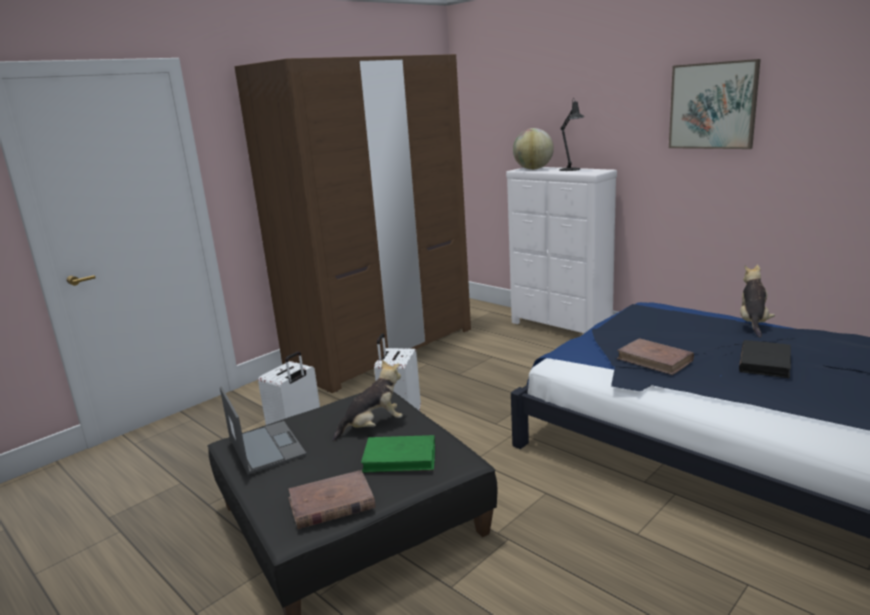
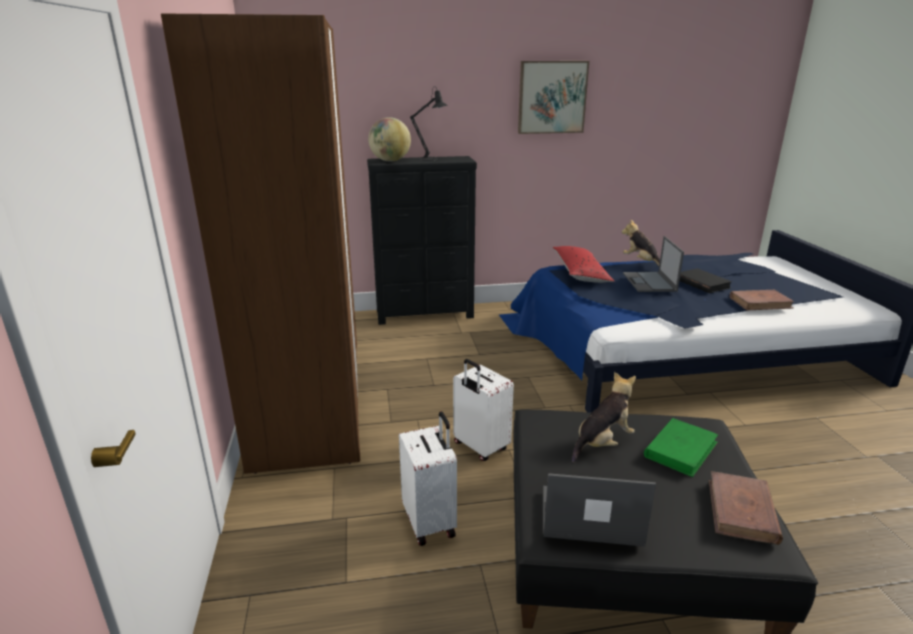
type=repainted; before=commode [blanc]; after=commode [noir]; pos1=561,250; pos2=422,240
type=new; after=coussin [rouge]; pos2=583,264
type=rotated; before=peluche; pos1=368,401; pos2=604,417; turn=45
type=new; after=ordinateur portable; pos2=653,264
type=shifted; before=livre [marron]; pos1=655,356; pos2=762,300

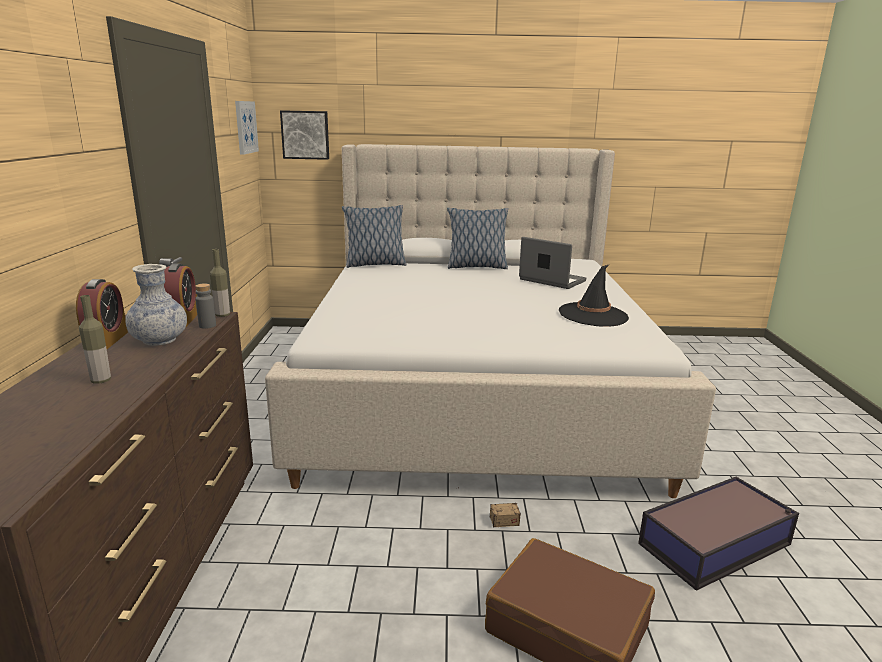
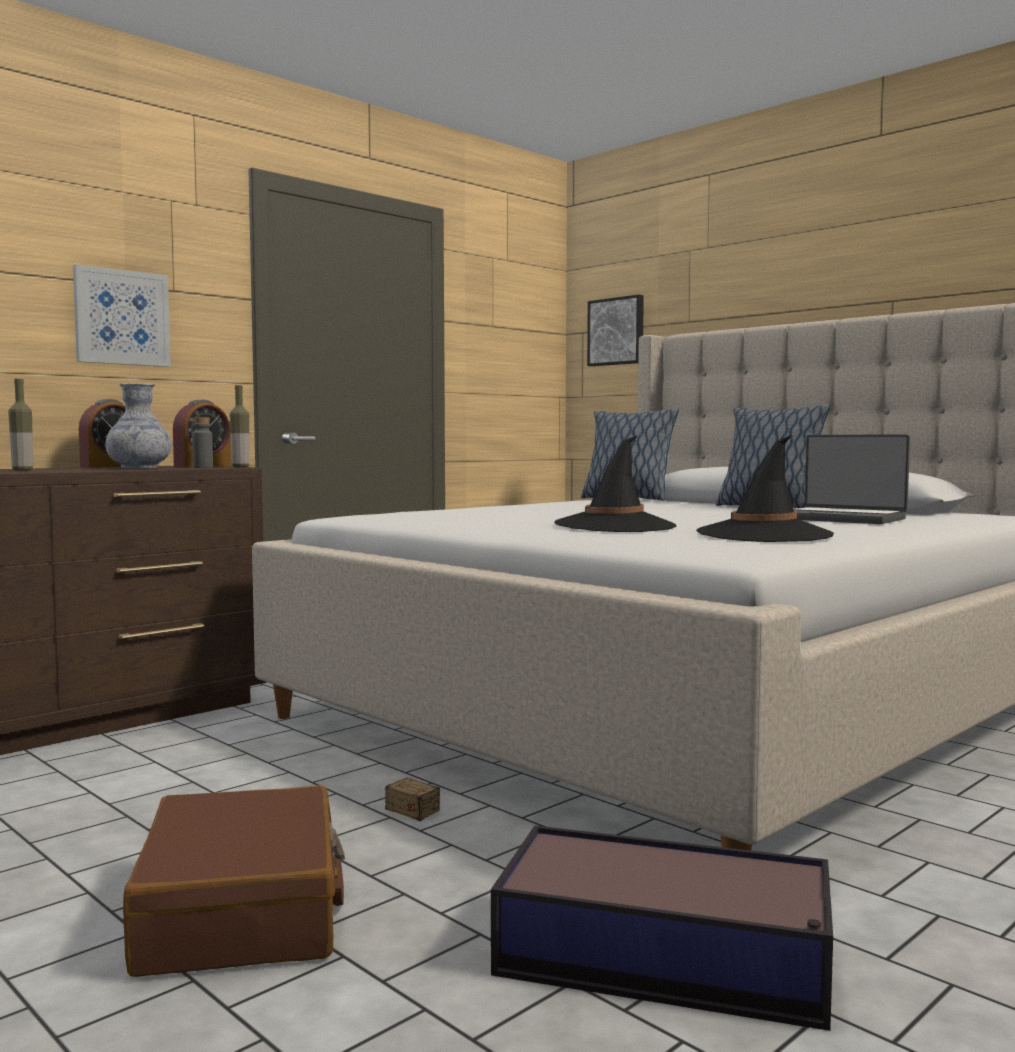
type=shifted; before=tableau; pos1=247,128; pos2=122,315
type=new; after=chapeau [noir]; pos2=615,483
type=rotated; before=ordinateur portable; pos1=552,263; pos2=851,479; turn=135

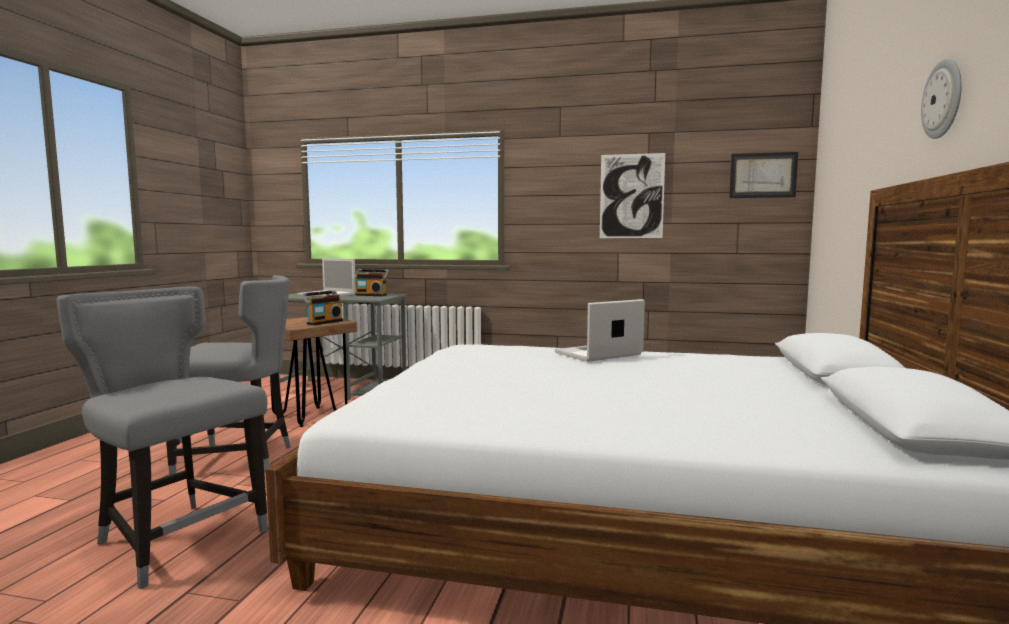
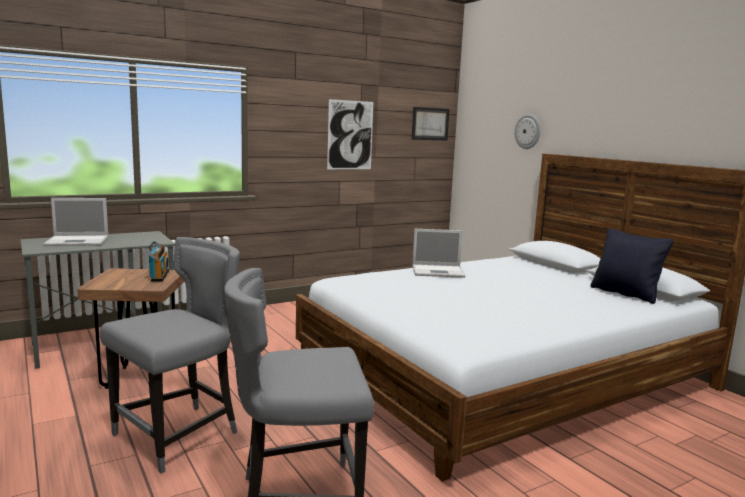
type=rotated; before=ordinateur portable; pos1=600,330; pos2=439,253; turn=-105
type=shifted; before=horloge murale; pos1=941,99; pos2=527,131
type=new; after=coussin [noir]; pos2=631,266
type=gone; before=radio; pos1=372,282

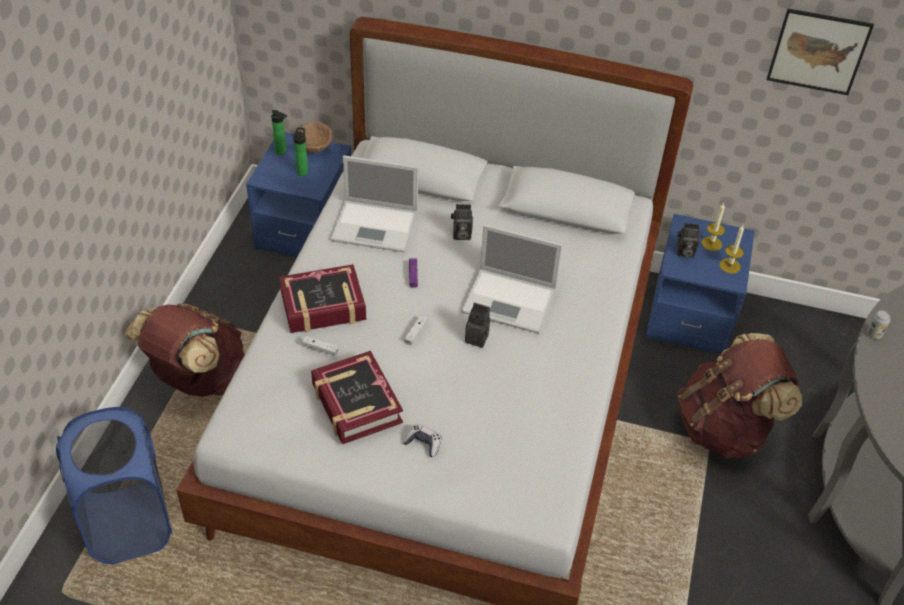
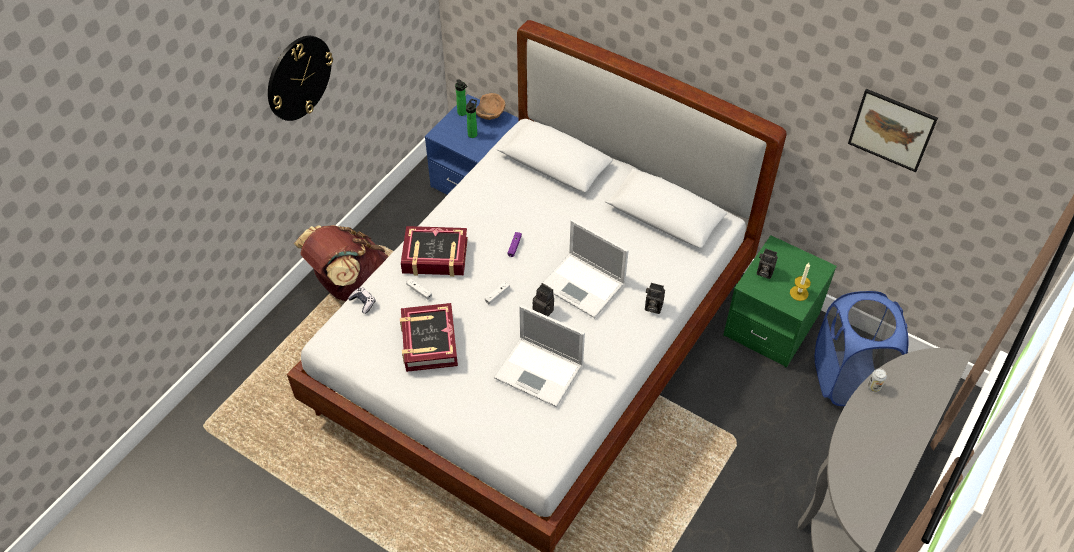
type=new; after=horloge murale; pos2=300,78
type=shifted; before=manette; pos1=422,440; pos2=361,300
type=shifted; before=ordinateur portable; pos1=374,204; pos2=539,356
type=shifted; before=appareil photo; pos1=462,222; pos2=655,298
type=repainted; before=table de chevet [bleu]; after=table de chevet [vert]; pos1=700,284; pos2=780,301
type=shifted; before=panier à linge [bleu]; pos1=114,485; pos2=862,348
type=gone; before=sac à dos [marron]; pos1=740,395
type=gone; before=bougie; pos1=713,227

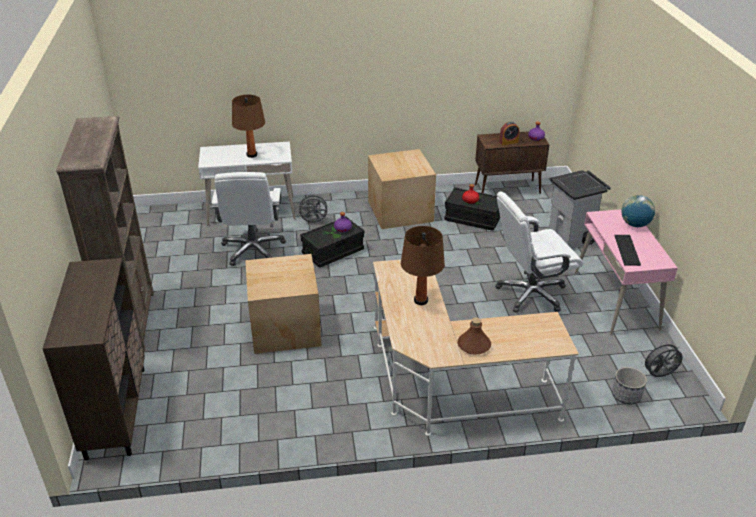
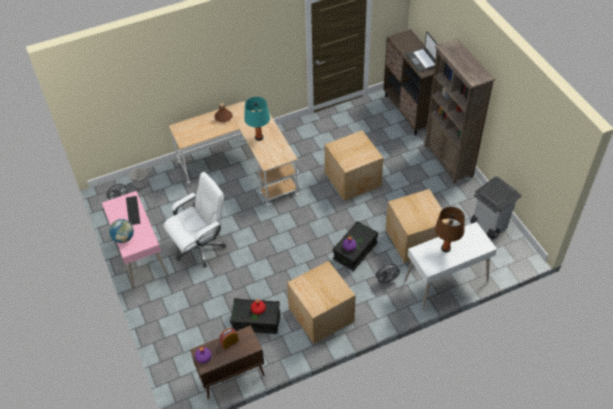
type=repainted; before=lampe de table [marron]; after=lampe de table [turquoise]; pos1=423,265; pos2=257,119
type=swapped; before=chaise de bureau [blanc]; after=carton; pos1=249,219; pos2=418,226
type=new; after=ordinateur portable; pos2=422,51
type=shifted; before=poubelle [gris]; pos1=580,209; pos2=495,207

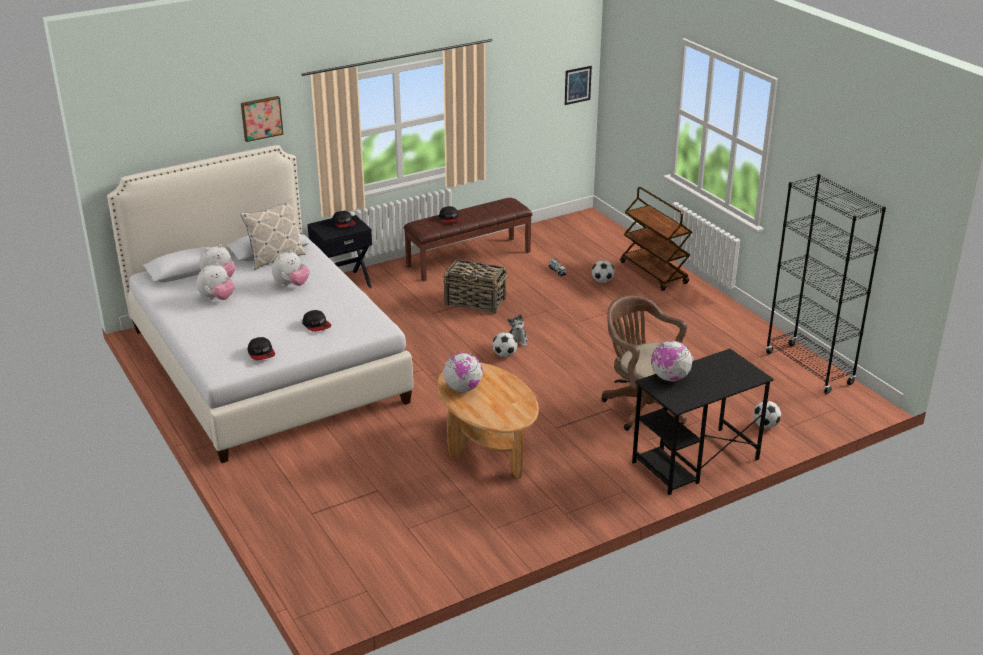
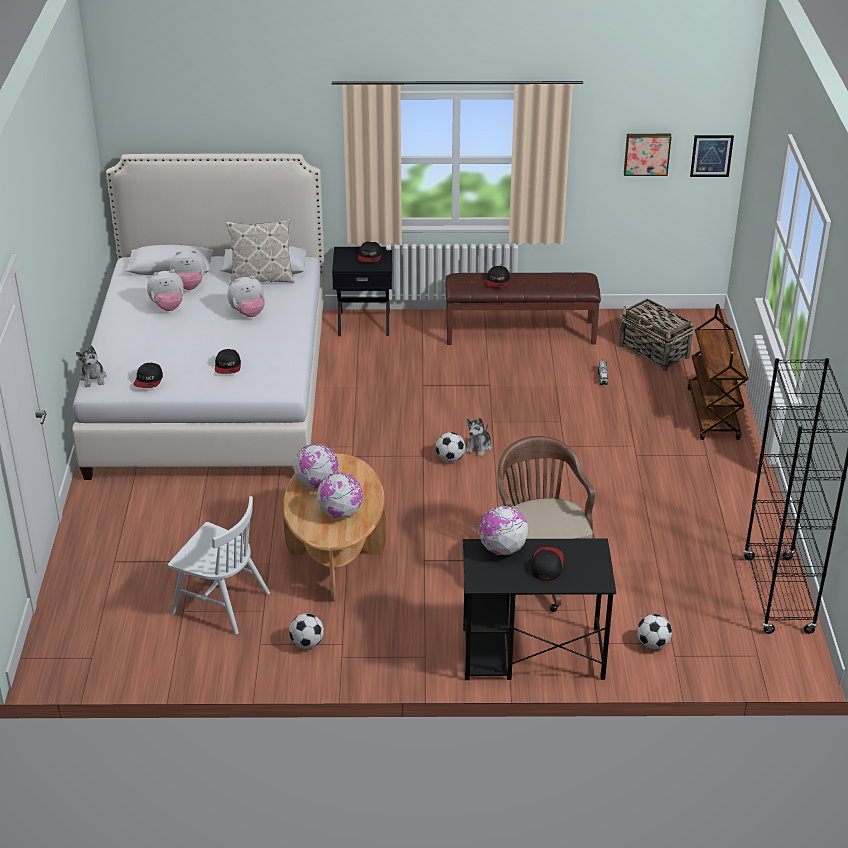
type=new; after=peluche; pos2=91,366
type=new; after=chaise [blanc]; pos2=219,565
type=shifted; before=ballon de foot; pos1=603,271; pos2=306,631
type=new; after=globe; pos2=340,495
type=new; after=casquette; pos2=547,564
type=shifted; before=panier; pos1=475,286; pos2=657,334
type=shifted; before=tableau; pos1=262,119; pos2=648,155

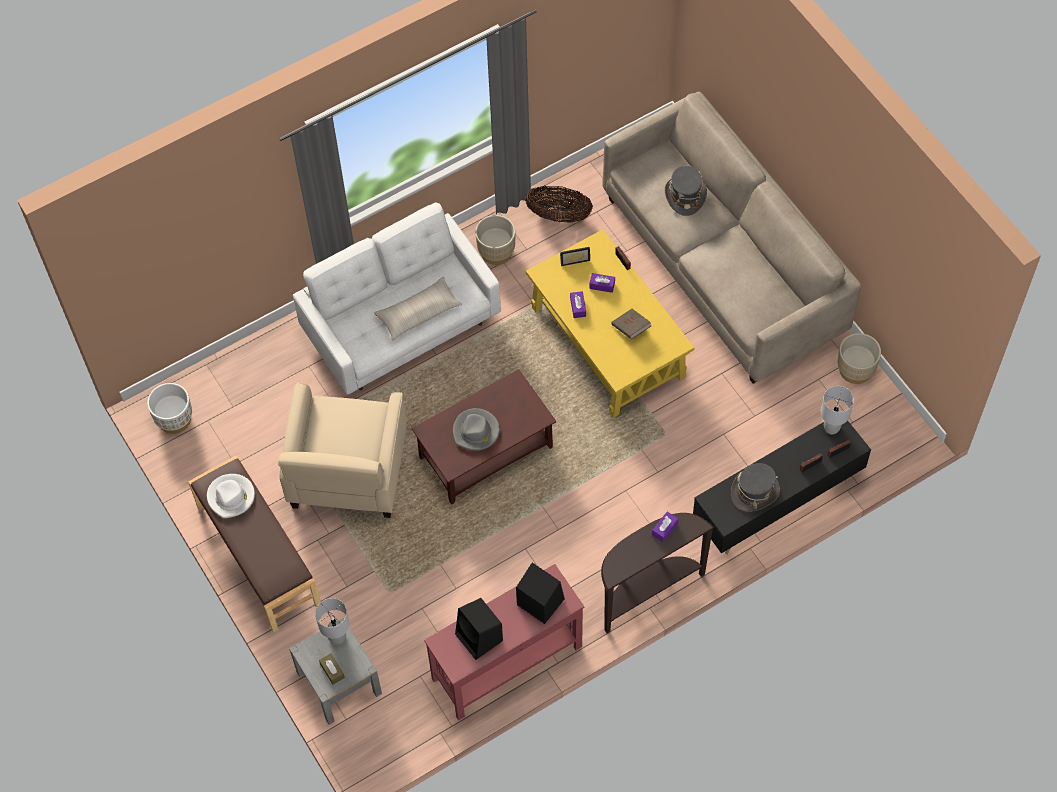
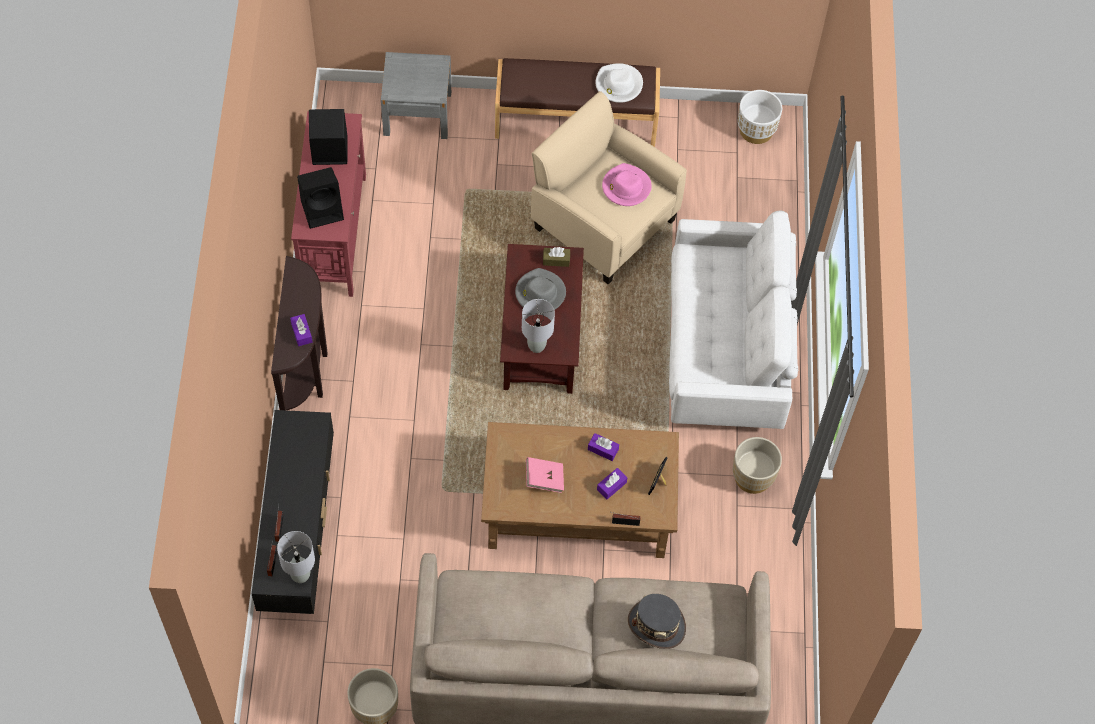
type=repainted; before=table basse [jaune]; after=table basse [marron]; pos1=610,323; pos2=580,490
type=shifted; before=lampe de table [gris]; pos1=332,621; pos2=538,326
type=repainted; before=livre [marron]; after=livre [rose]; pos1=631,324; pos2=545,475
type=shifted; before=boîte à mouchoirs [marron]; pos1=332,668; pos2=556,257
type=new; after=chapeau [rose]; pos2=627,184
type=gone; before=coussin [beige]; pos1=418,309
type=gone; before=panier; pos1=559,204
type=gone; before=chapeau [gris]; pos1=755,487

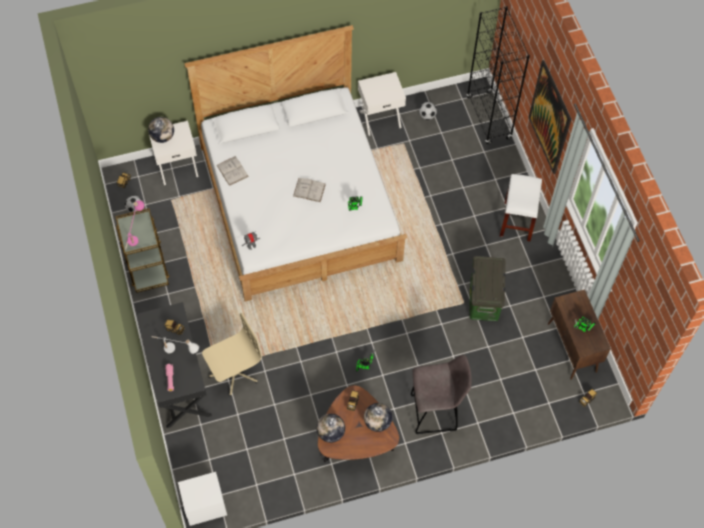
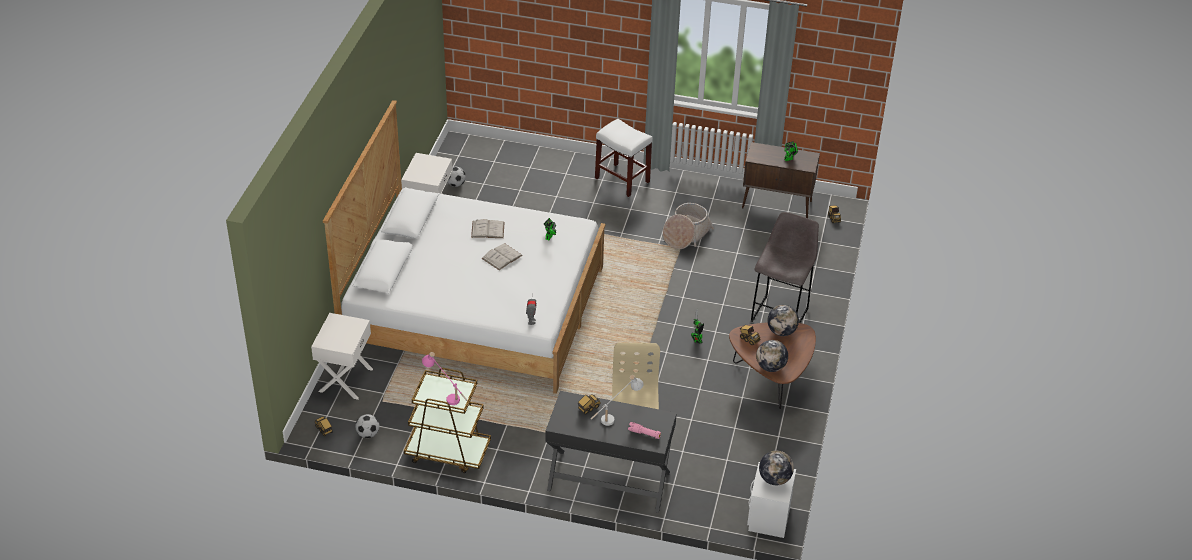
type=shifted; before=livre [blanc]; pos1=232,171; pos2=487,228
type=swapped; before=boîte de rangement; after=panier; pos1=487,288; pos2=688,226
type=shifted; before=globe; pos1=161,130; pos2=776,468
type=gone; before=bibliothèque [noir]; pos1=498,75
type=gone; before=tableau; pos1=549,117

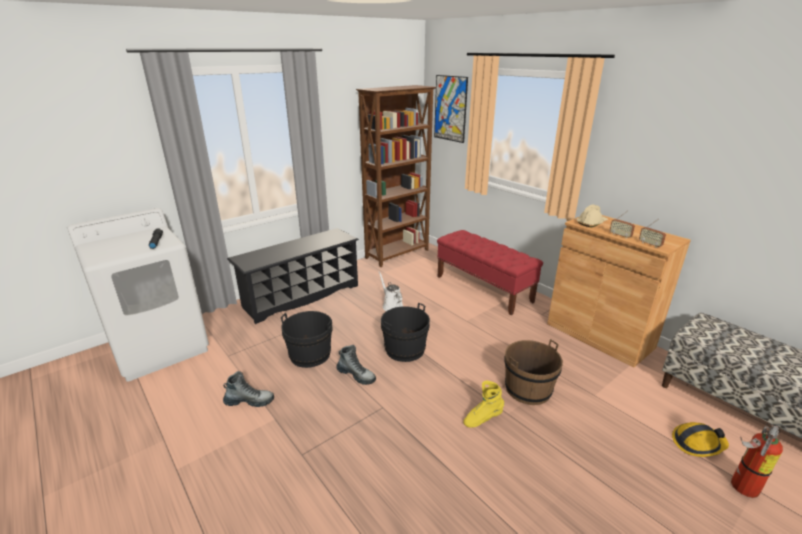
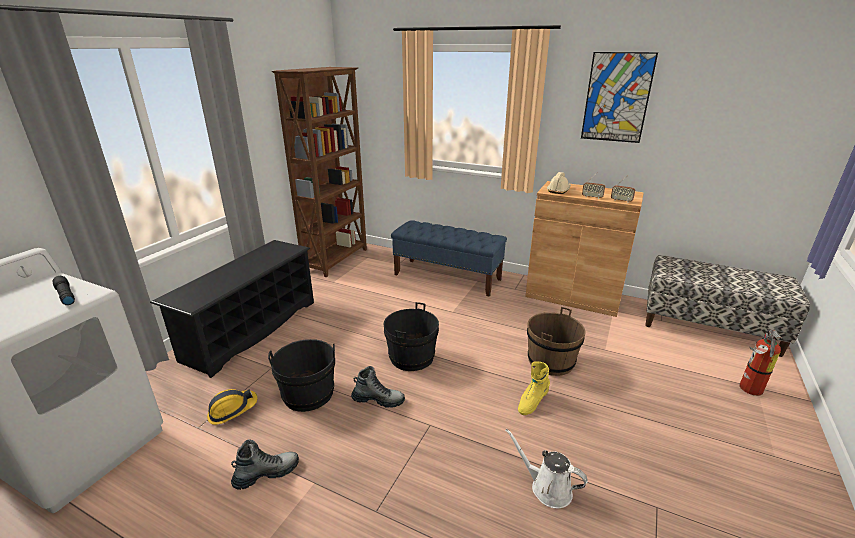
type=shifted; before=casque de chantier; pos1=700,439; pos2=232,407
type=repainted; before=banc [rouge]; after=banc [bleu]; pos1=490,272; pos2=449,258
type=shifted; before=arrosoir [blanc]; pos1=391,291; pos2=546,468
type=shifted; before=tableau; pos1=451,109; pos2=619,97

